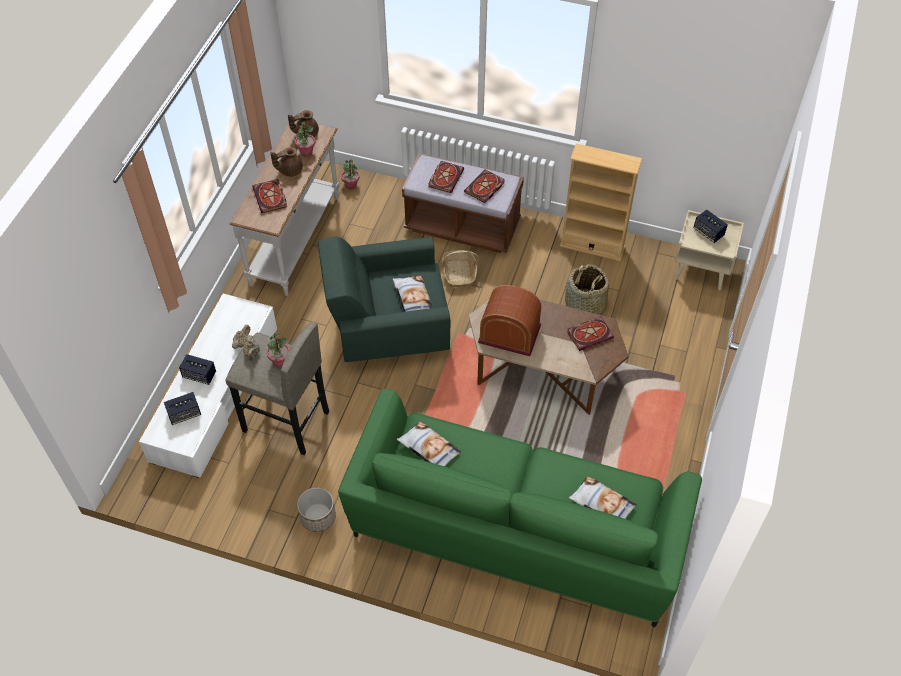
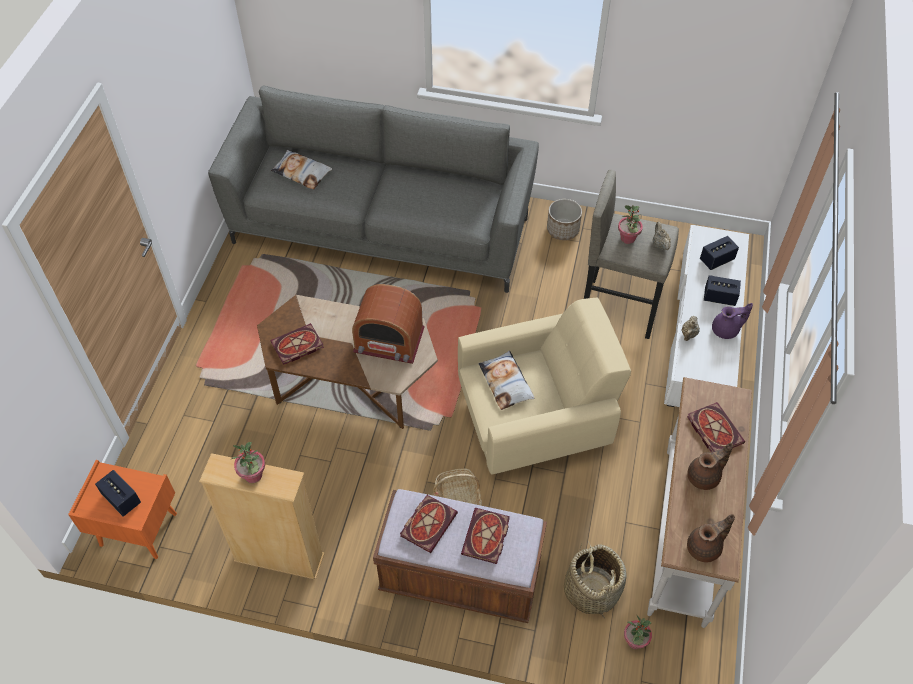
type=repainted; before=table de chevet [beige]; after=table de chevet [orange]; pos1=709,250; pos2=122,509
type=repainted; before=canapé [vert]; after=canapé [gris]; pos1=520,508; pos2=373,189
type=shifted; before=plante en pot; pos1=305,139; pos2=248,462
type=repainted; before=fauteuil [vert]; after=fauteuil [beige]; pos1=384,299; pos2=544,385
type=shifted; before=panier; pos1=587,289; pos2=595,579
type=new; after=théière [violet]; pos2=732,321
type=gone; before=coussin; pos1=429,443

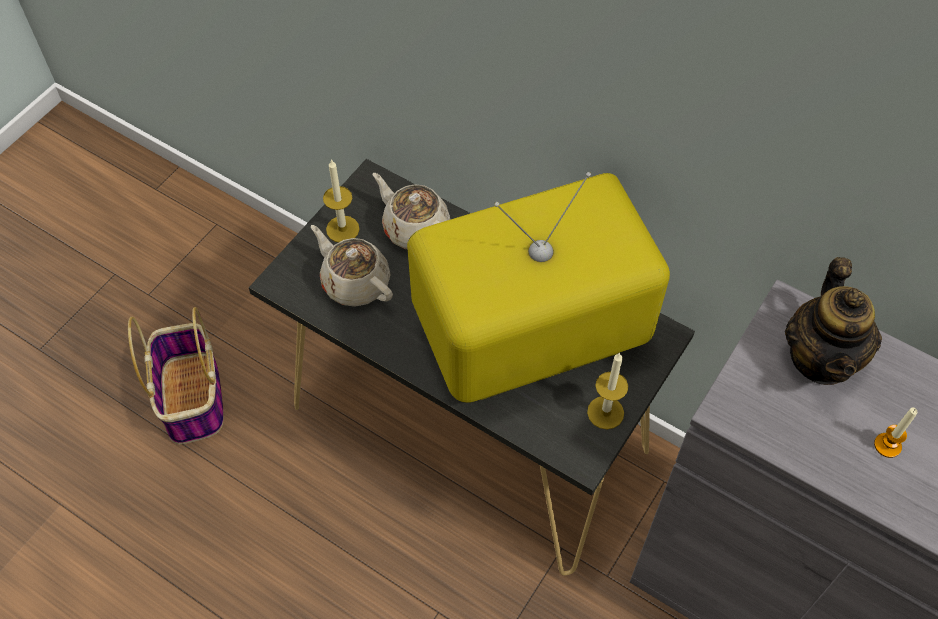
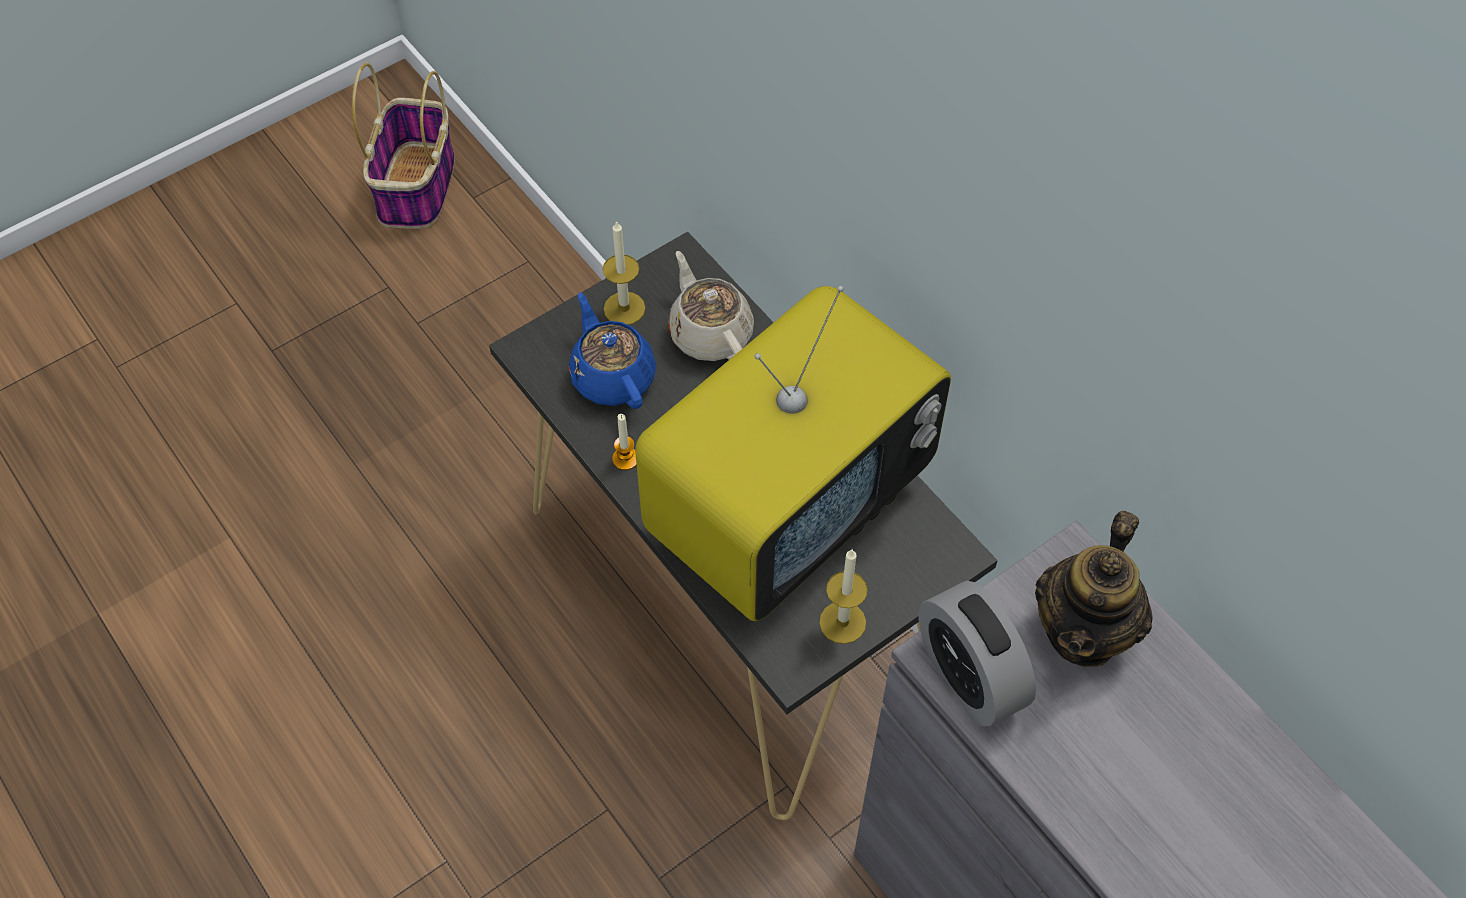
type=shifted; before=panier; pos1=176,375; pos2=403,146
type=repainted; before=théière [beige]; after=théière [bleu]; pos1=352,266; pos2=612,350
type=shifted; before=bougie; pos1=895,432; pos2=624,442
type=rotated; before=téléviseur; pos1=538,287; pos2=793,453; turn=135
type=new; after=réveil; pos2=977,654

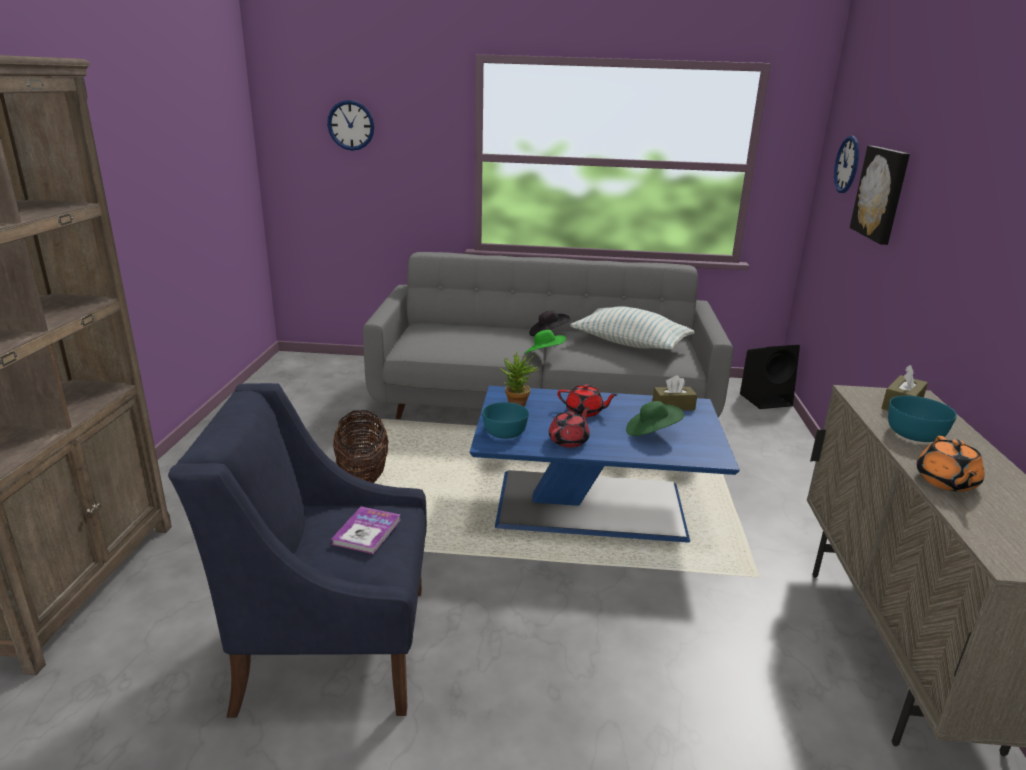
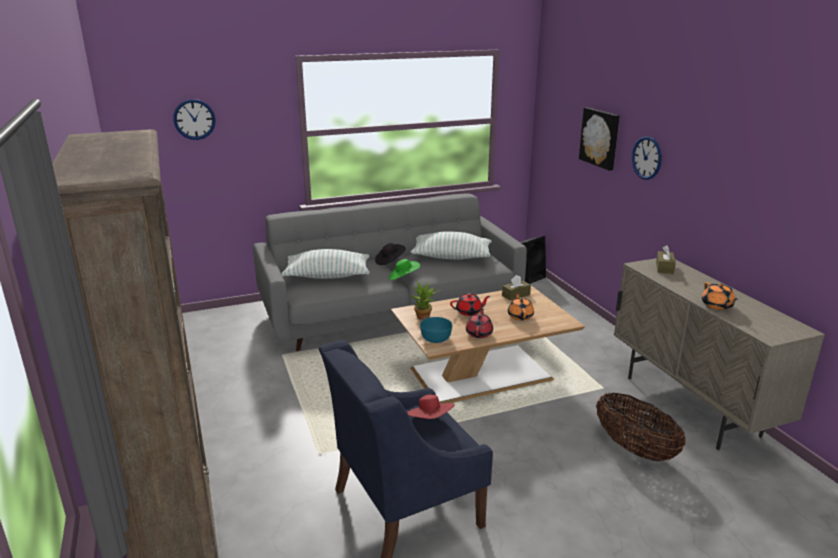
type=new; after=coussin; pos2=325,264
type=repainted; before=table basse [bleu]; after=table basse [marron]; pos1=605,464; pos2=488,345
type=swapped; before=livre; after=chapeau [rouge]; pos1=366,530; pos2=430,407
type=swapped; before=chapeau [vert]; after=théière [orange]; pos1=655,418; pos2=521,306
type=shifted; before=panier; pos1=361,446; pos2=641,427
type=shifted; before=horloge murale; pos1=846,164; pos2=647,158
type=gone; before=bol [turquoise]; pos1=922,419

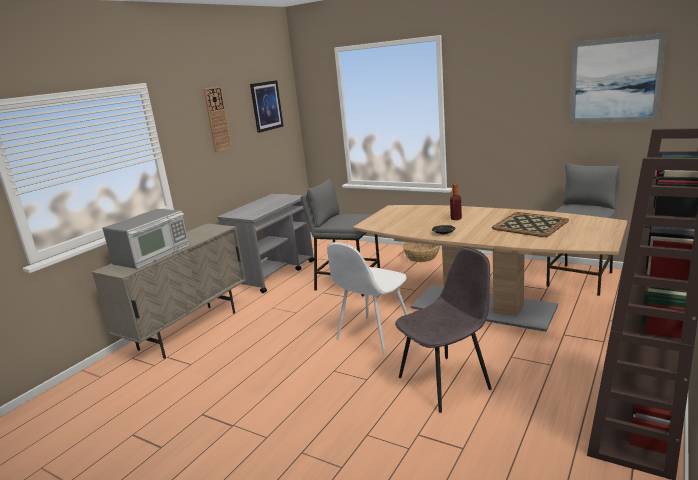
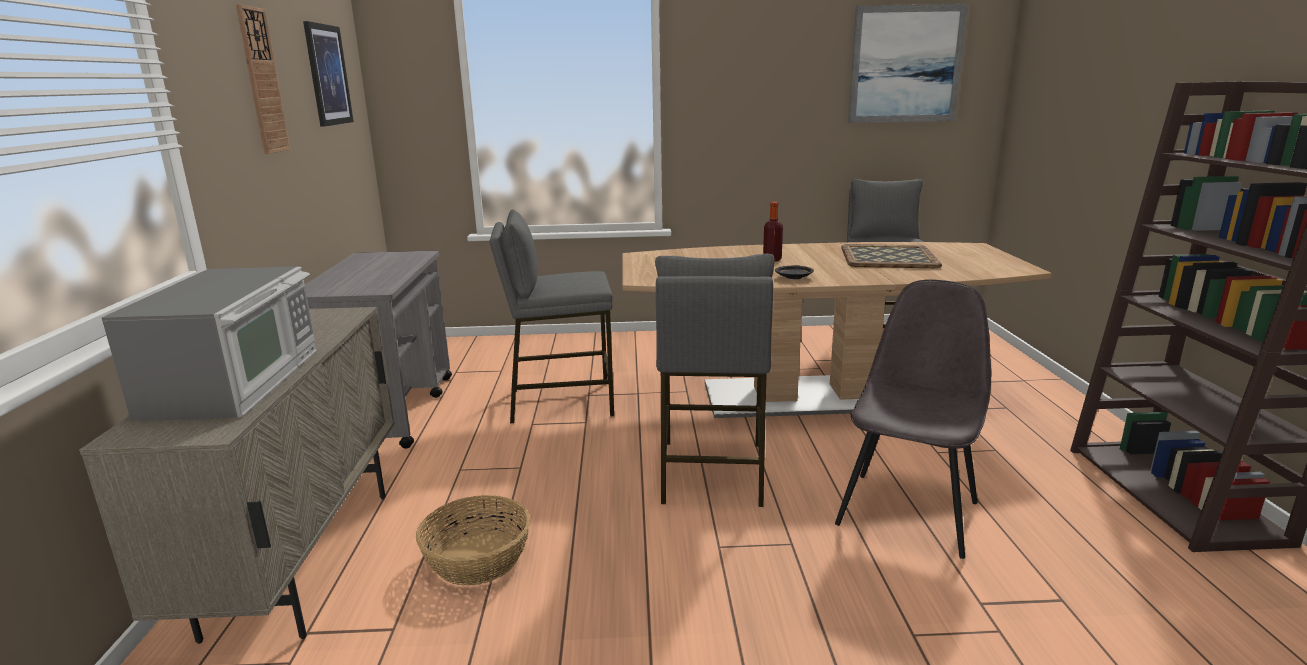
type=shifted; before=panier; pos1=421,252; pos2=473,540
type=swapped; before=chaise [blanc]; after=tabouret [gris]; pos1=367,298; pos2=714,380

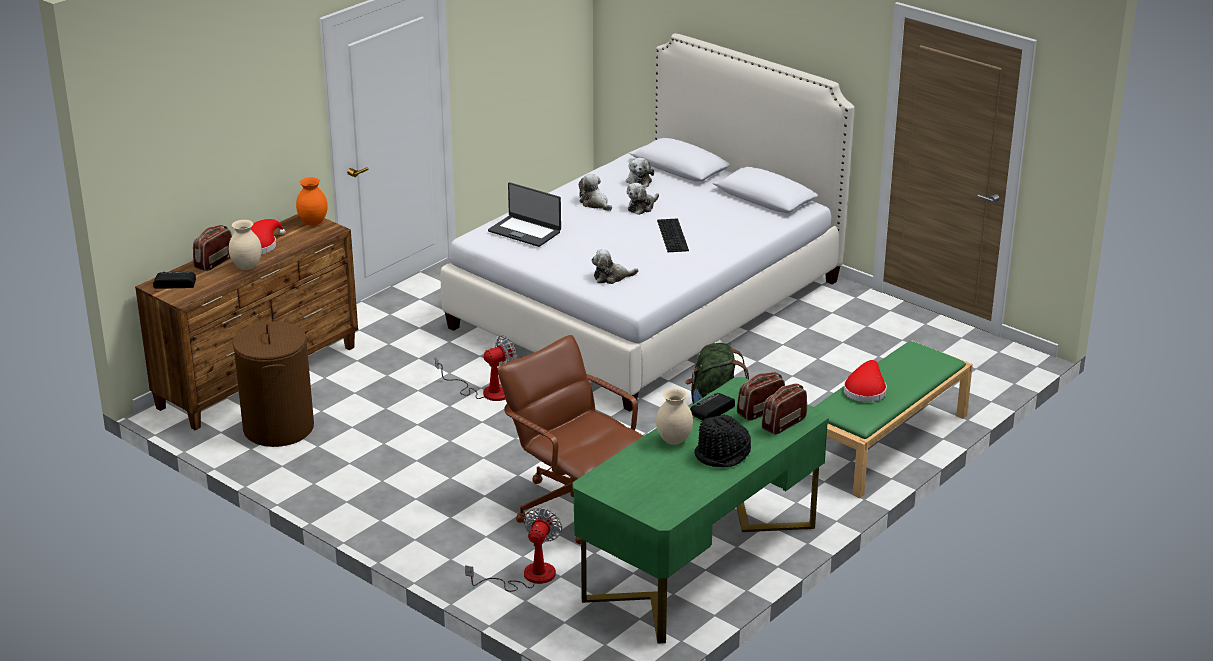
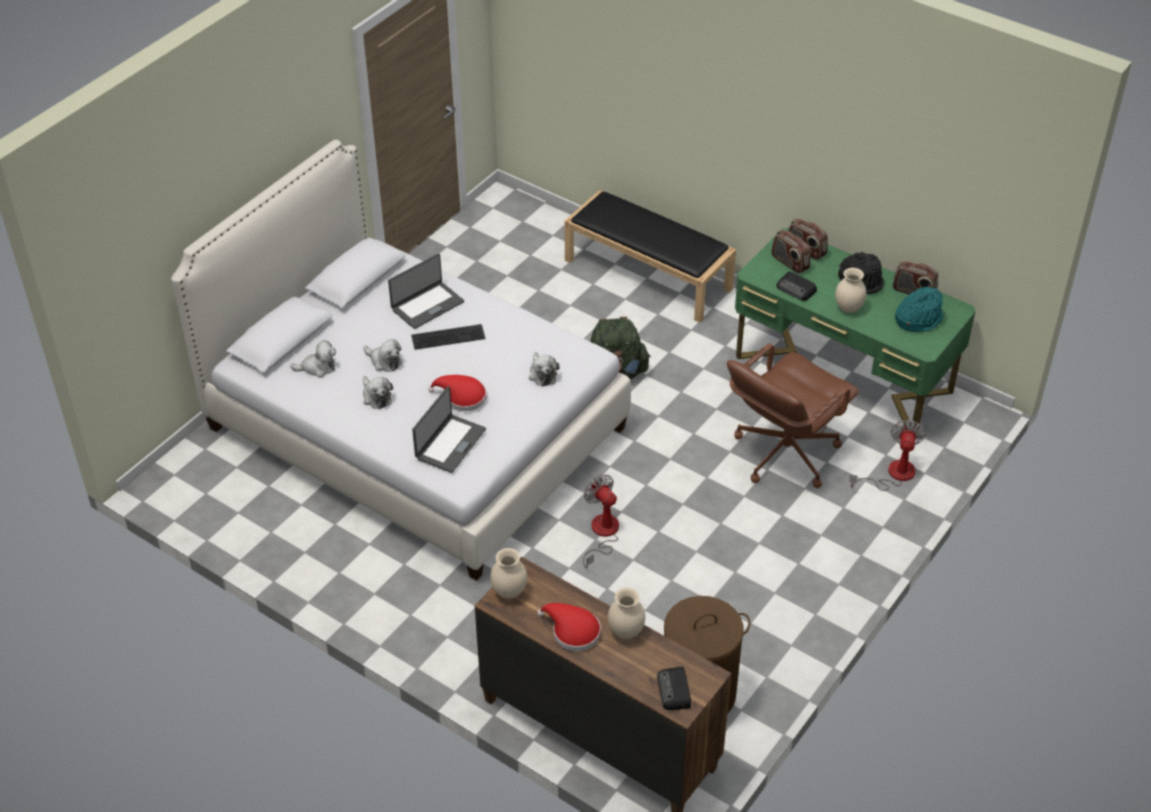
type=rotated; before=peluche; pos1=595,192; pos2=378,392; turn=-75
type=new; after=ordinateur portable; pos2=426,291
type=shifted; before=chapeau [rouge]; pos1=865,381; pos2=457,393
type=repainted; before=vase [orange]; after=vase [beige]; pos1=312,201; pos2=508,573
type=repainted; before=banc [vert]; after=banc [noir]; pos1=894,419; pos2=650,256
type=rotated; before=ventilateur; pos1=513,549; pos2=887,455; turn=90
type=shifted; before=radio; pos1=212,248; pos2=915,278
type=new; after=chapeau [turquoise]; pos2=919,309

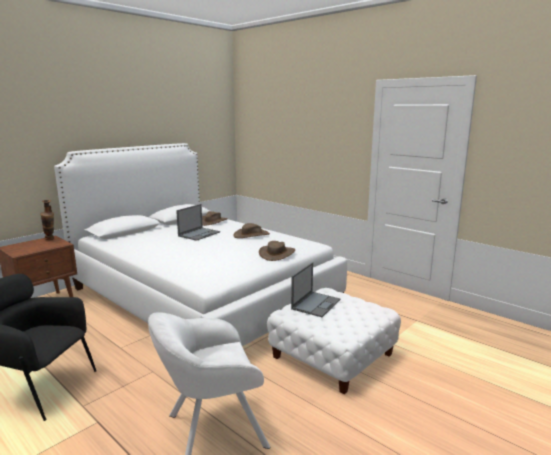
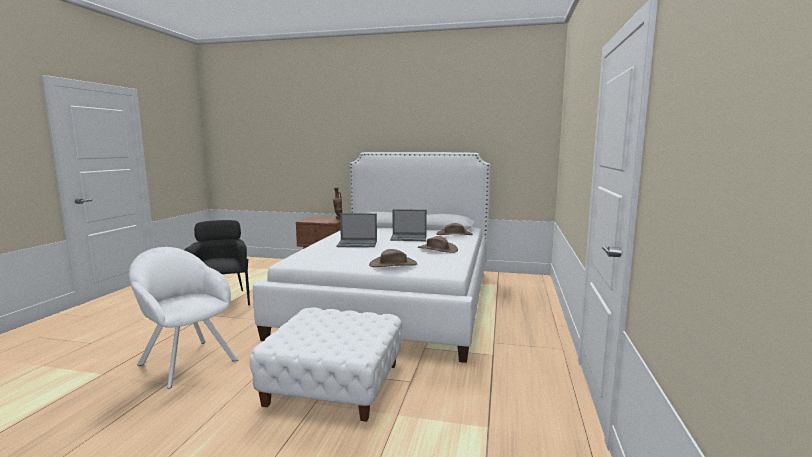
type=shifted; before=ordinateur portable; pos1=316,289; pos2=356,230

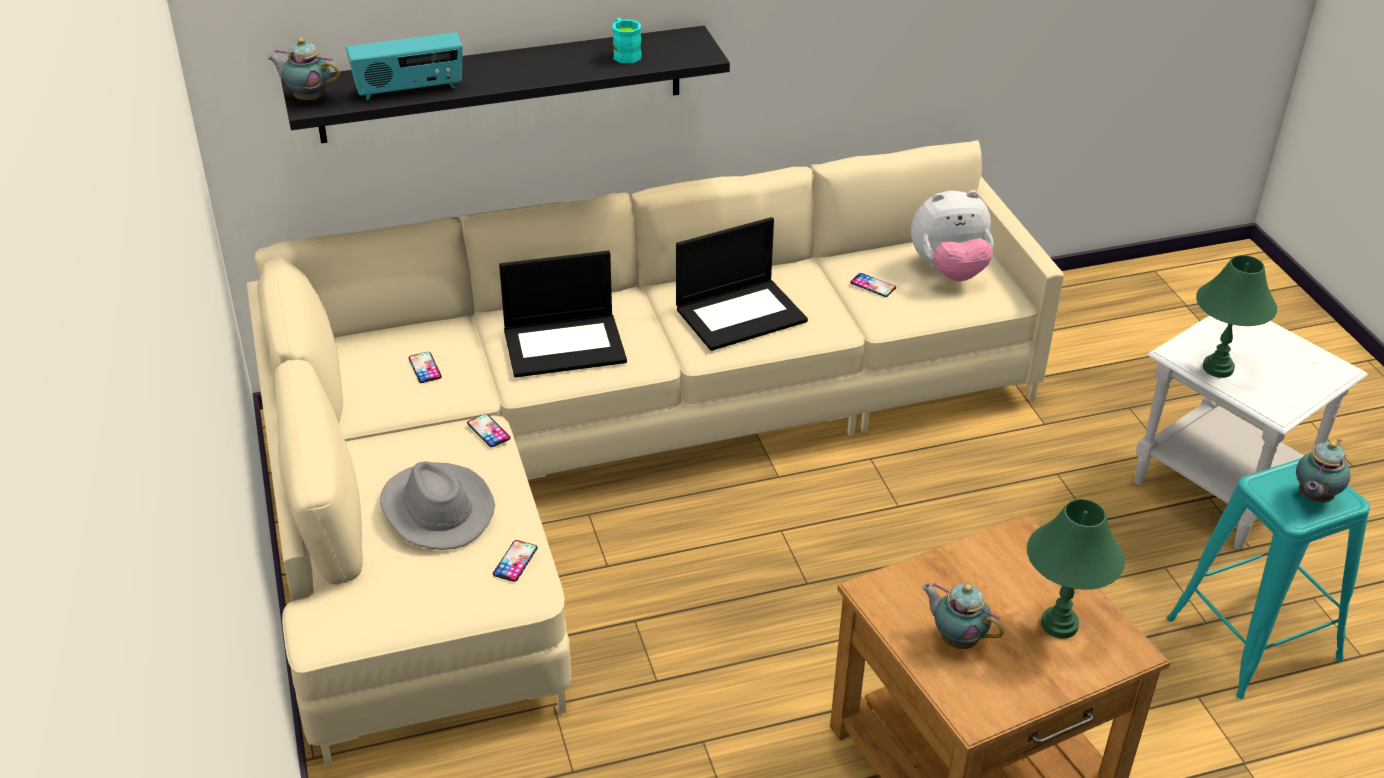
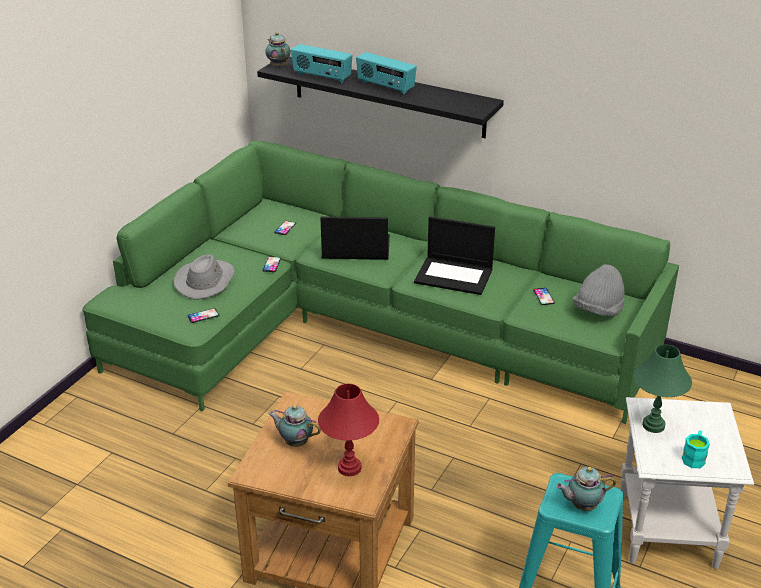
type=repainted; before=canapé [beige]; after=canapé [vert]; pos1=655,453; pos2=381,282
type=rotated; before=théière; pos1=963,615; pos2=294,426; turn=-60
type=repainted; before=lampe de table [vert]; after=lampe de table [rouge]; pos1=1076,568; pos2=348,430
type=rotated; before=ordinateur portable; pos1=563,314; pos2=355,238; turn=150
type=new; after=radio; pos2=386,73
type=swapped; before=peluche; after=chapeau [gris]; pos1=952,235; pos2=598,290
type=shifted; before=mug [turquoise]; pos1=627,40; pos2=696,449

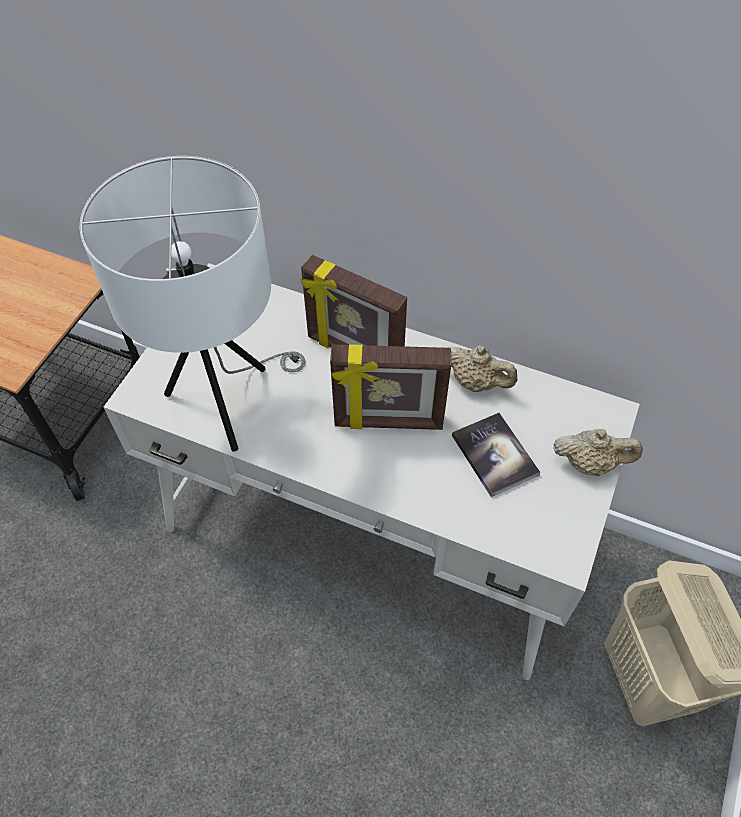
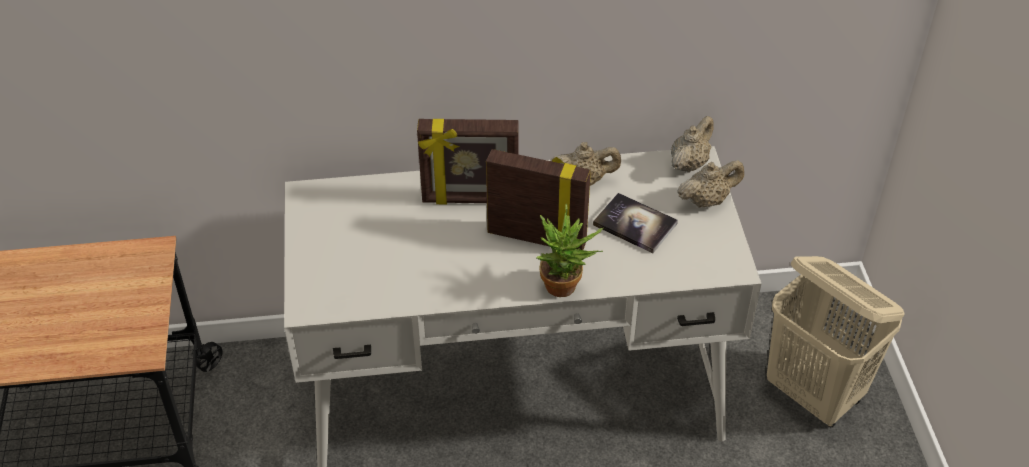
type=rotated; before=cadre photo; pos1=390,387; pos2=538,199; turn=-135
type=new; after=plante en pot; pos2=569,250
type=new; after=théière [beige]; pos2=692,144
type=gone; before=lampe de table [blanc]; pos1=192,304

